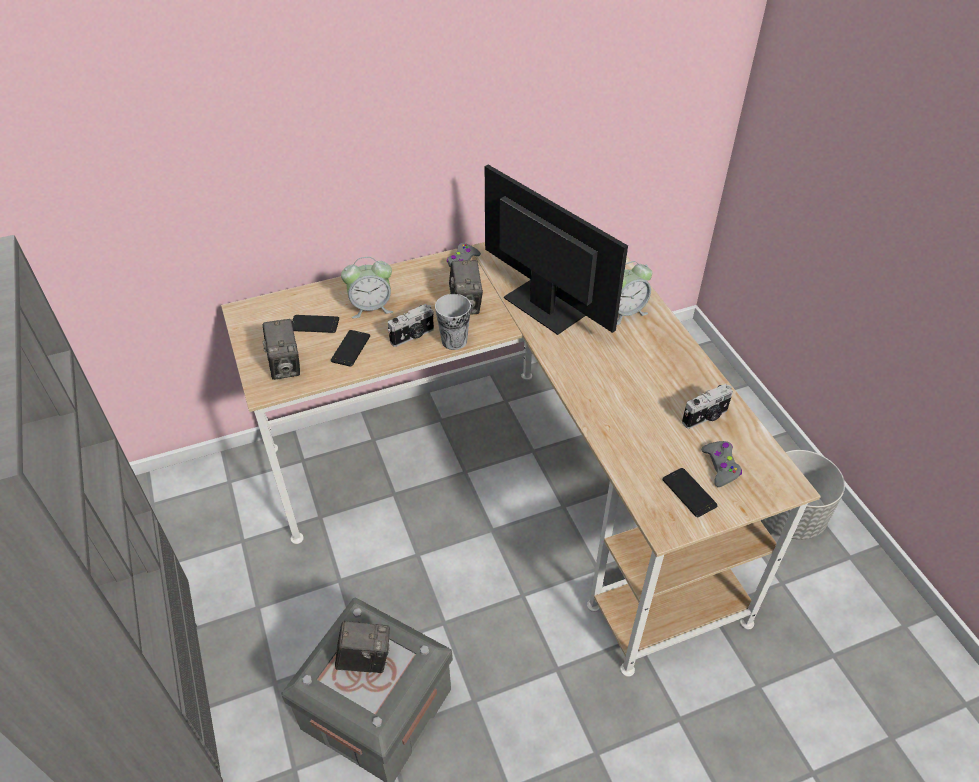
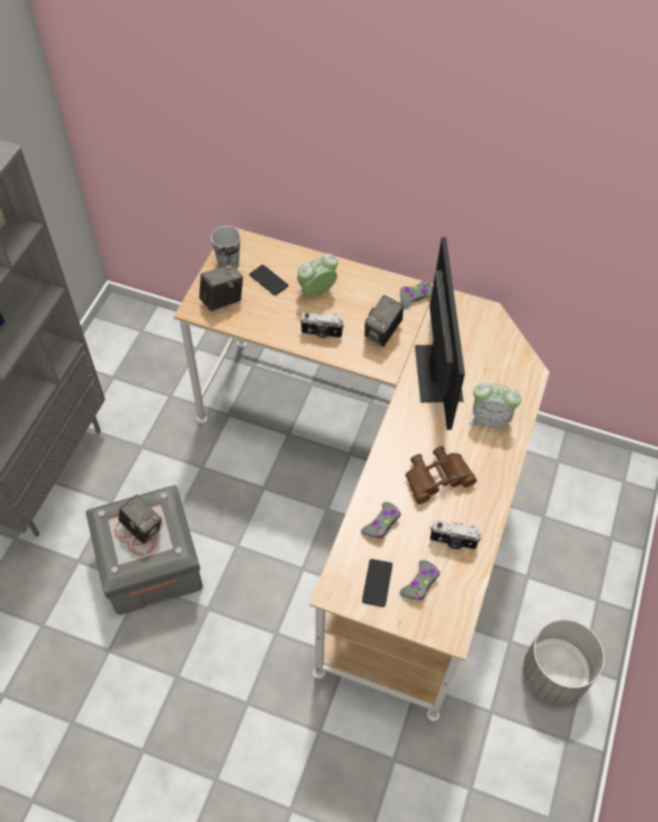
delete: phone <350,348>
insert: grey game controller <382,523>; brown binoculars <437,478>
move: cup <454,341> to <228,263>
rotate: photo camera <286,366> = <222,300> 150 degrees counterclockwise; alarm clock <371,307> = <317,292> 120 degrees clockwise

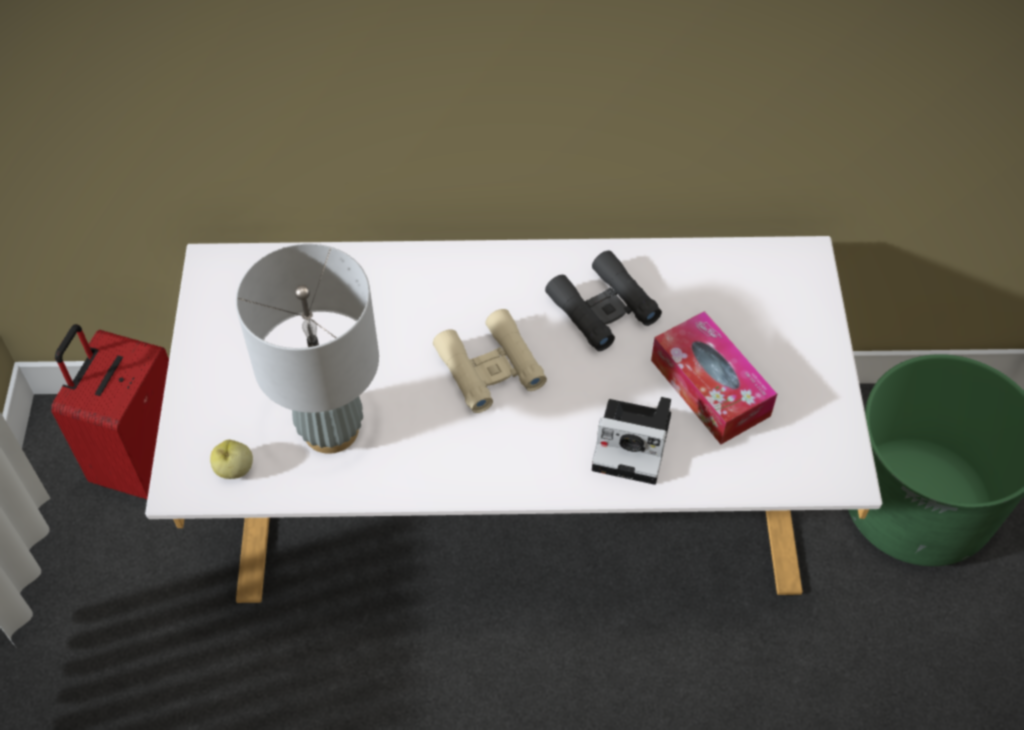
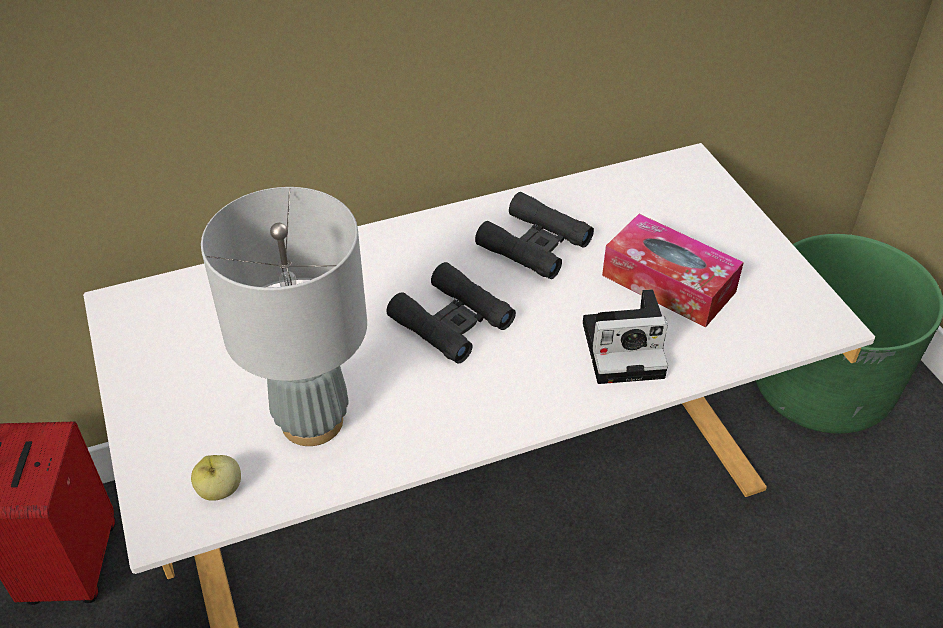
recolor: beige binoculars <490,368> to black binoculars <451,321>

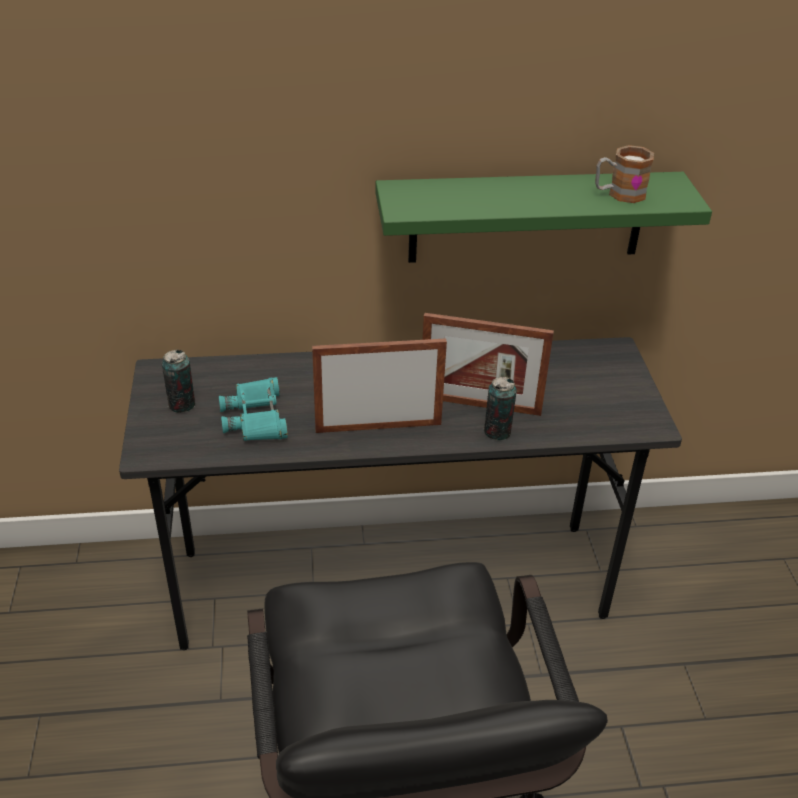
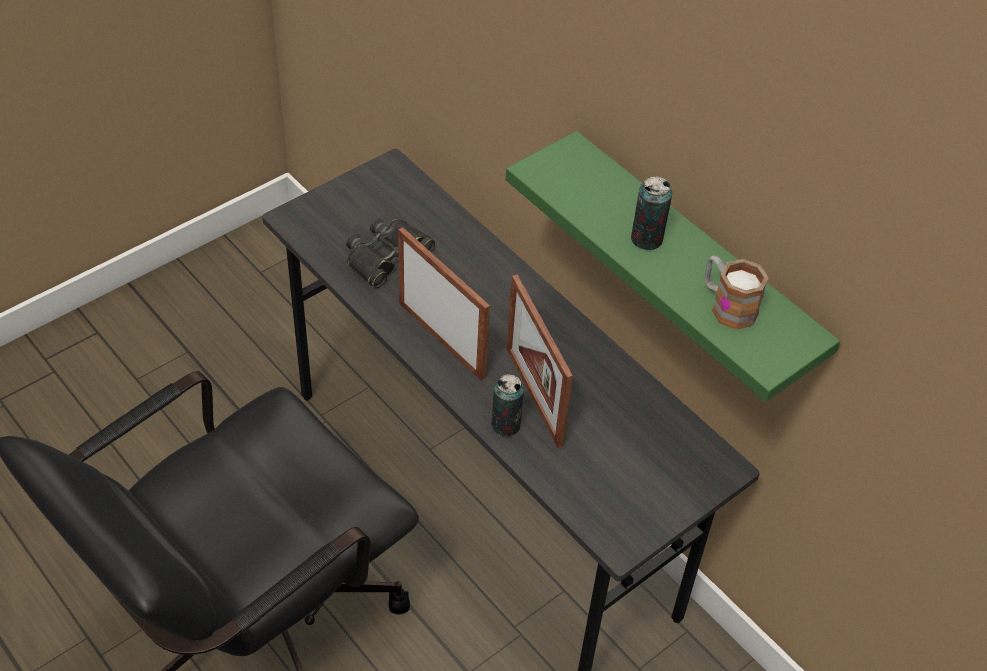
move: can <181,404> to <646,239>
recolor: turquoise binoculars <256,417> to black binoculars <386,256>

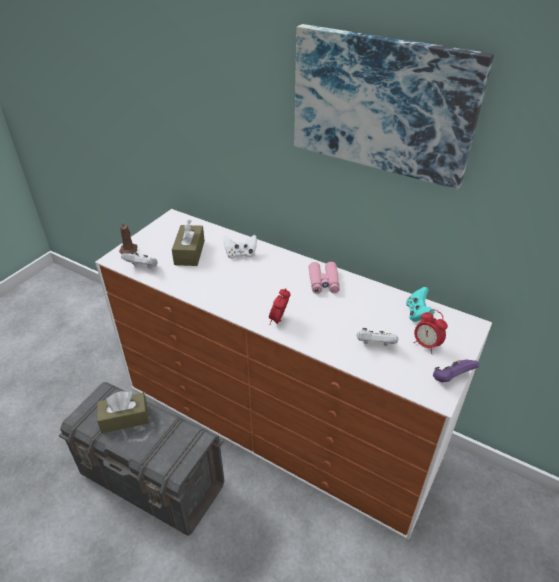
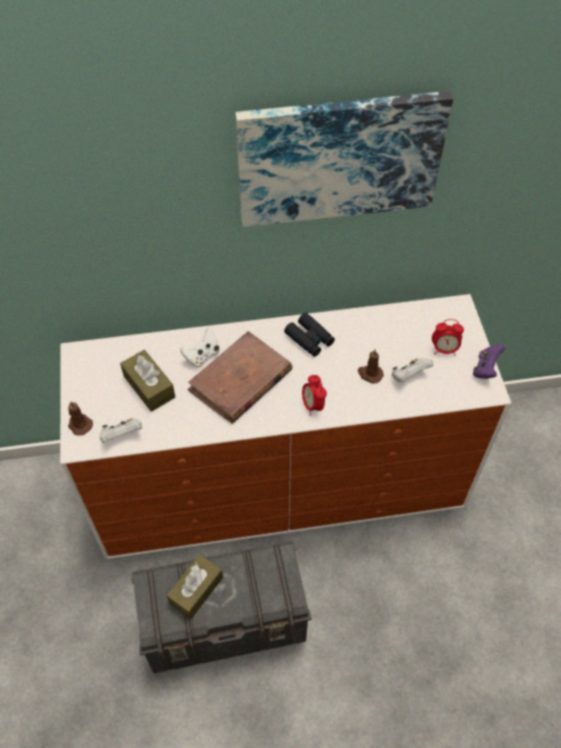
delete: turquoise game controller <417,313>
insert: brown book <240,381>; brown candle <370,374>
recolor: pink binoculars <323,282> to black binoculars <309,339>

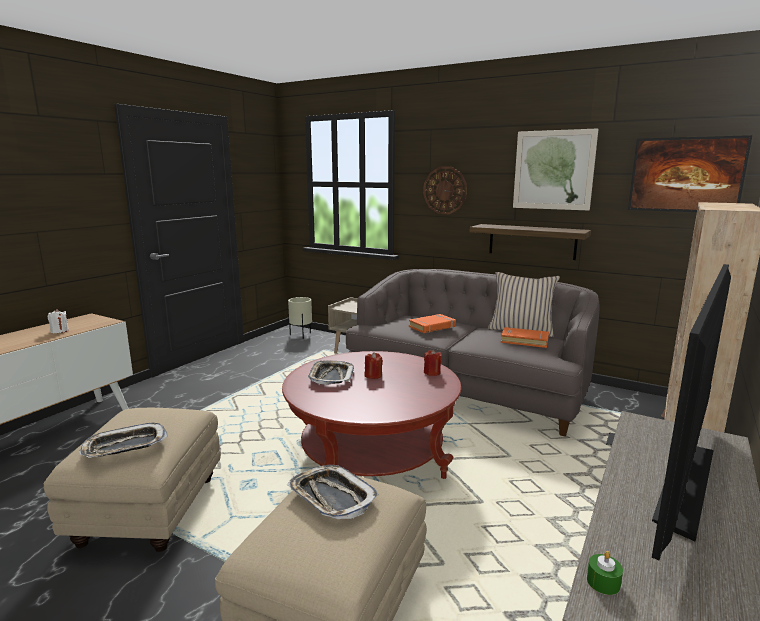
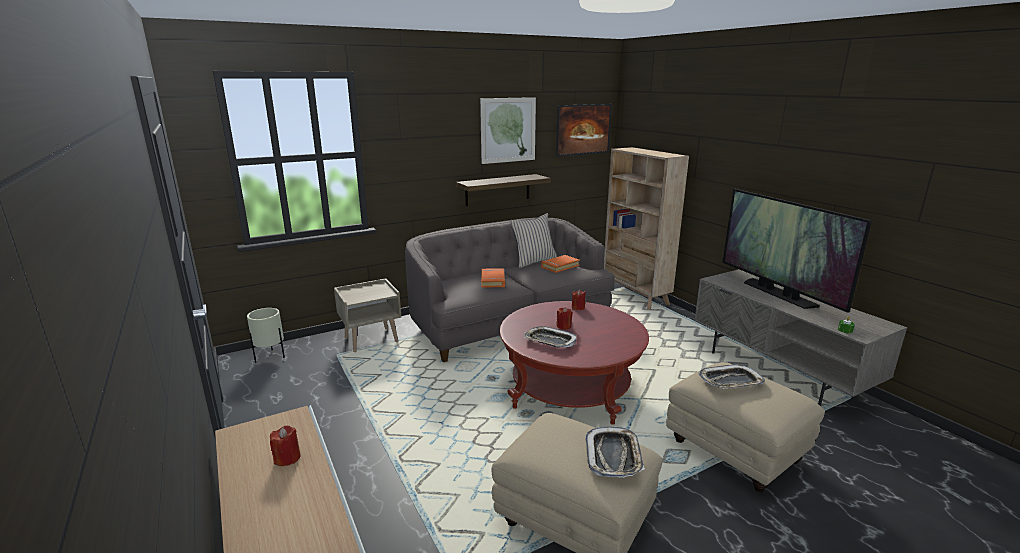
delete: wall clock <445,190>
recolor: white candle <59,331> to red candle <287,458>

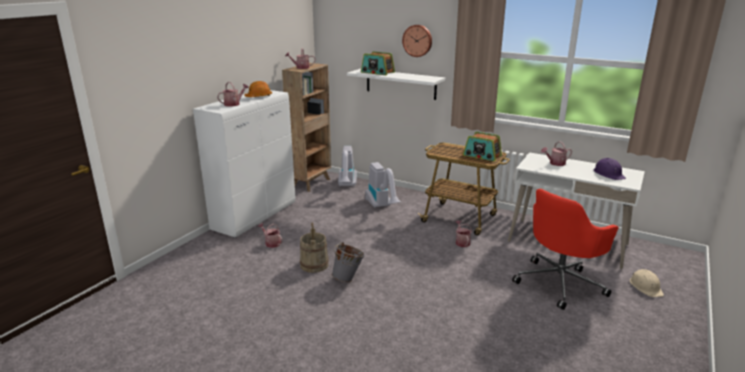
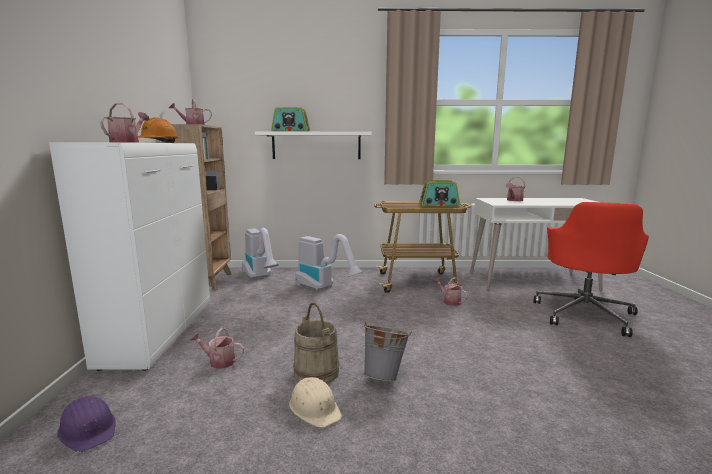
delete: wall clock <417,40>
move: purple hard hat <608,174> to <88,429>; beige hard hat <646,287> to <314,408>

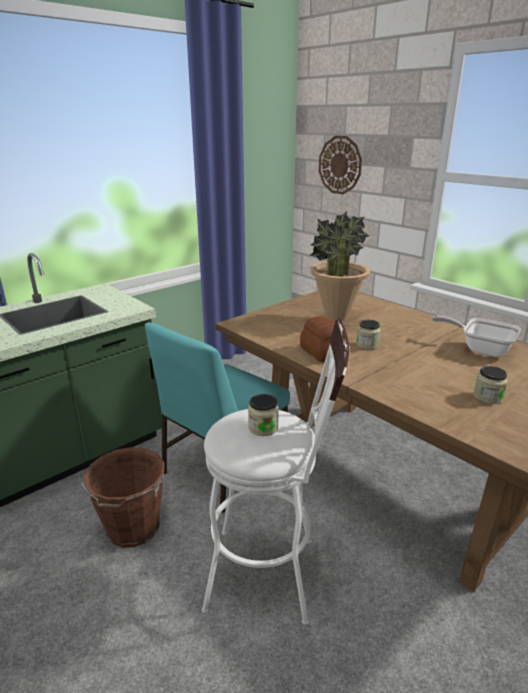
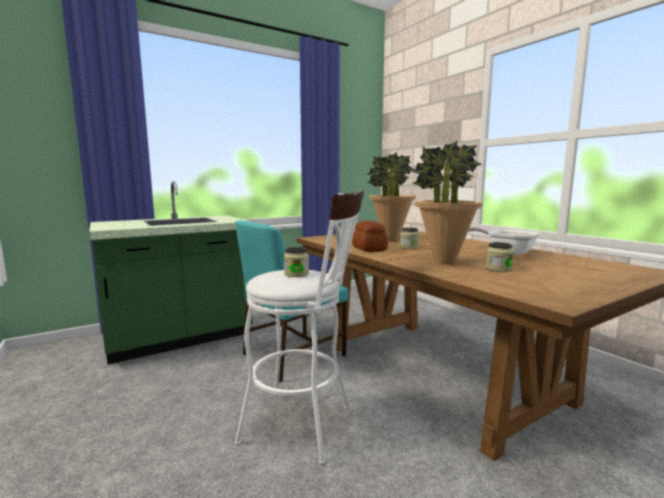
delete: brown bucket <132,529>; wall clock <340,165>
insert: potted plant <444,262>

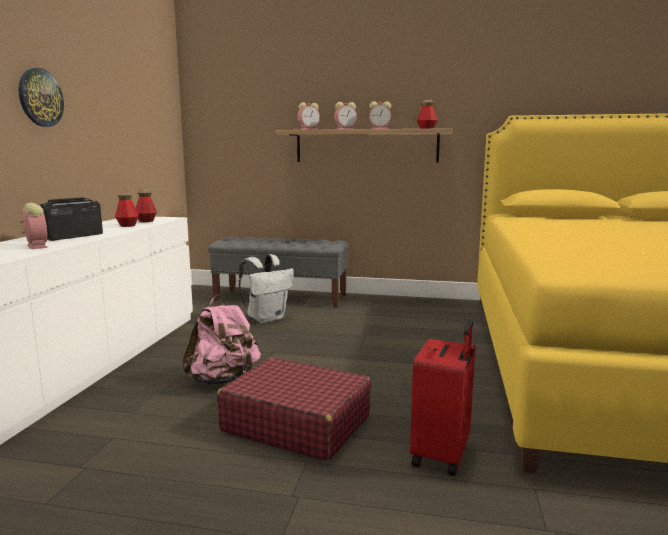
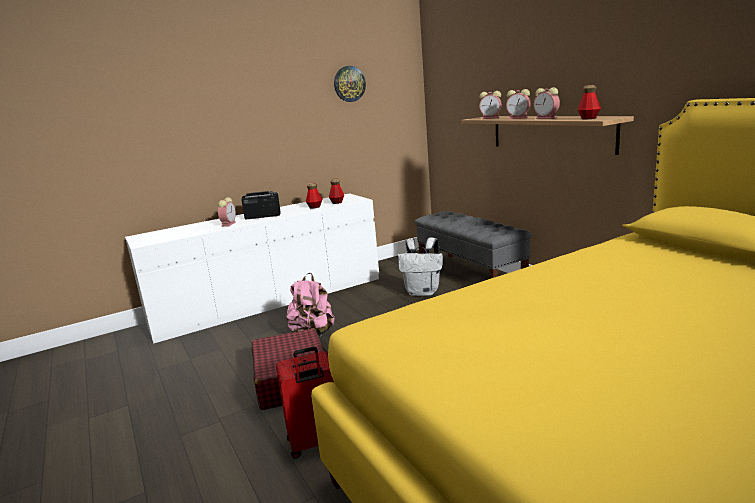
move: wall clock <40,97> to <349,84>

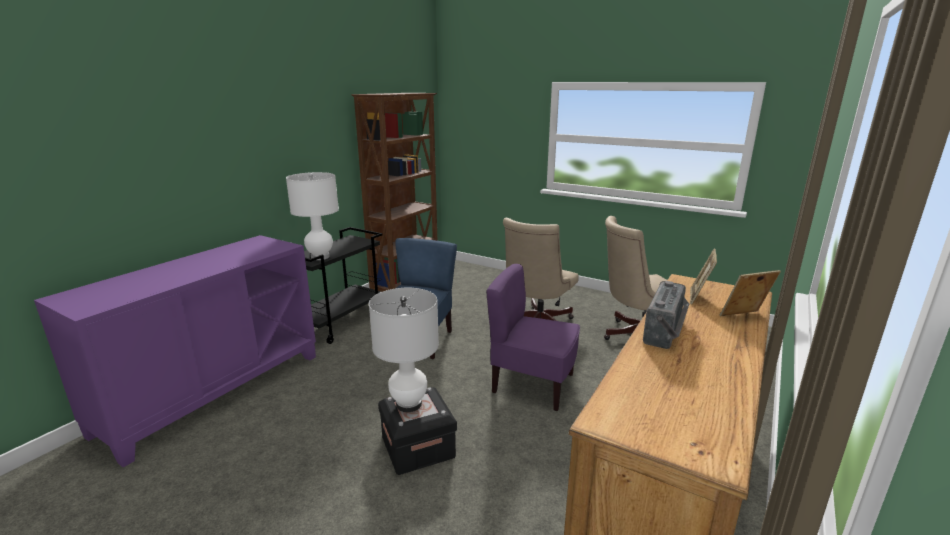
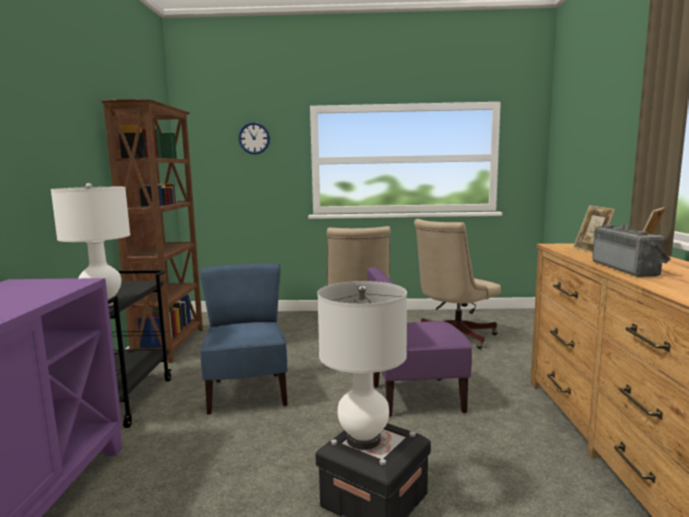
insert: wall clock <254,138>

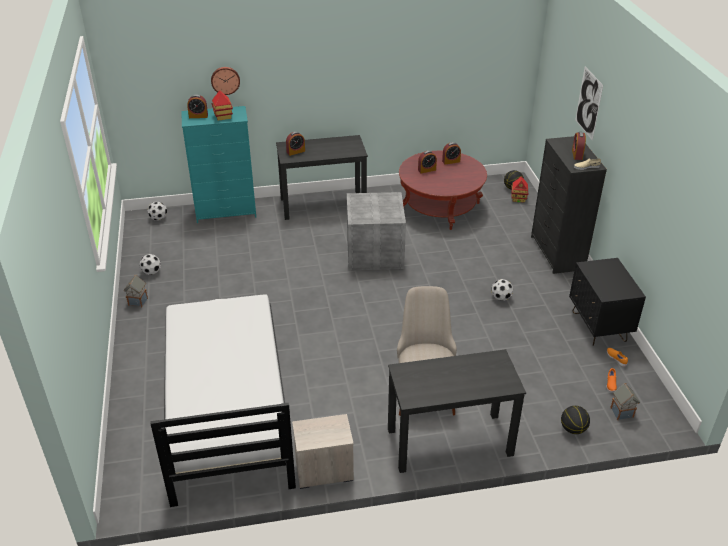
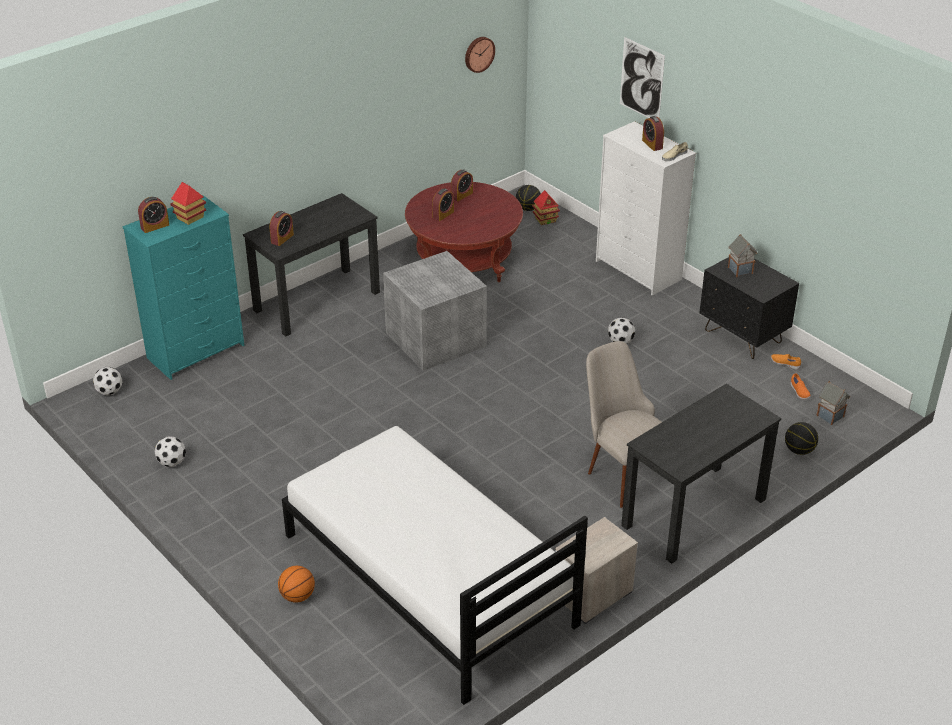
insert: basketball <297,596>
move: toy house <138,301> to <740,270>; wall clock <225,80> to <478,54>
recolor: black dresser <557,253> to white dresser <639,270>

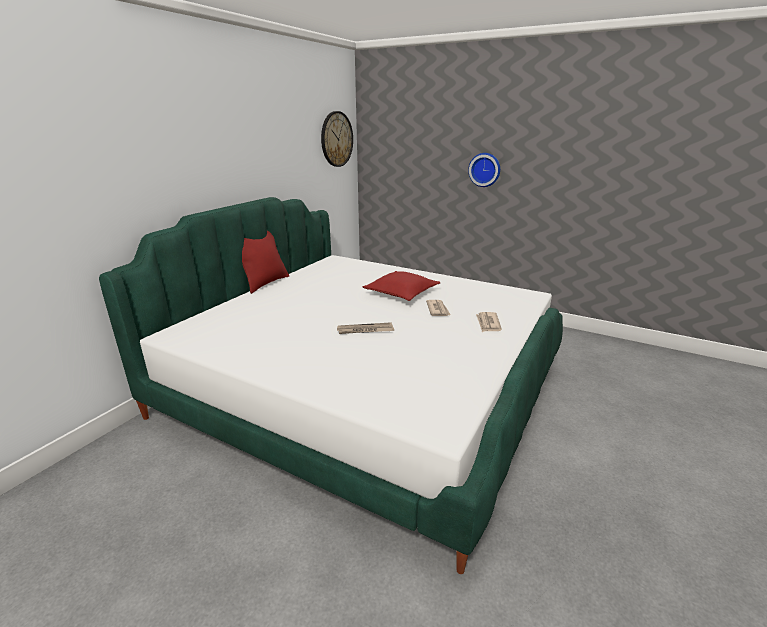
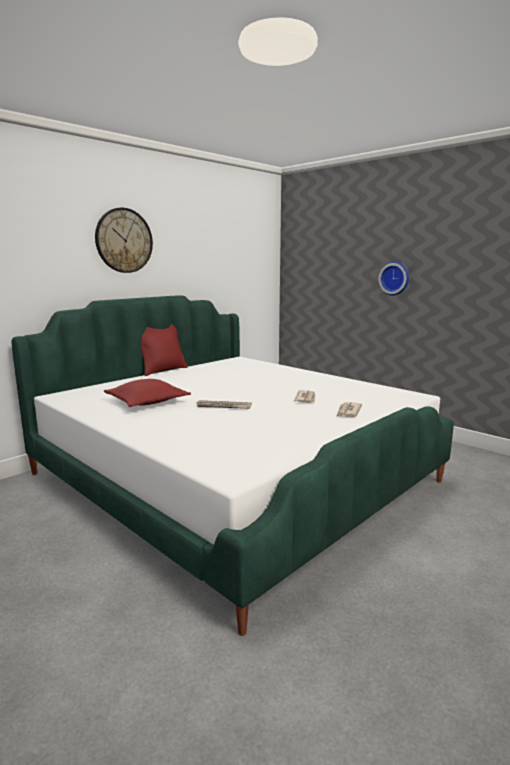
move: wall clock <336,139> to <124,240>; red pillow <401,293> to <147,402>

